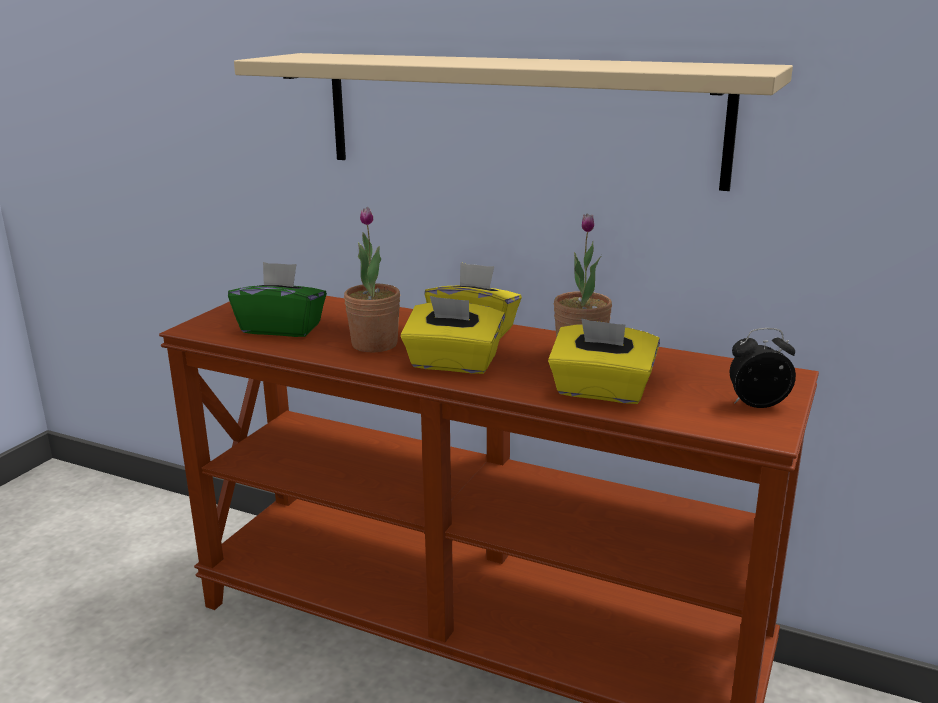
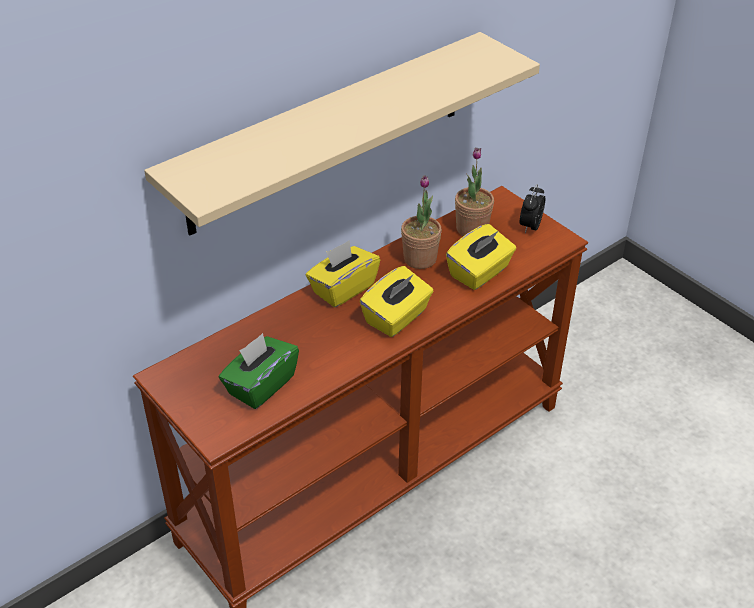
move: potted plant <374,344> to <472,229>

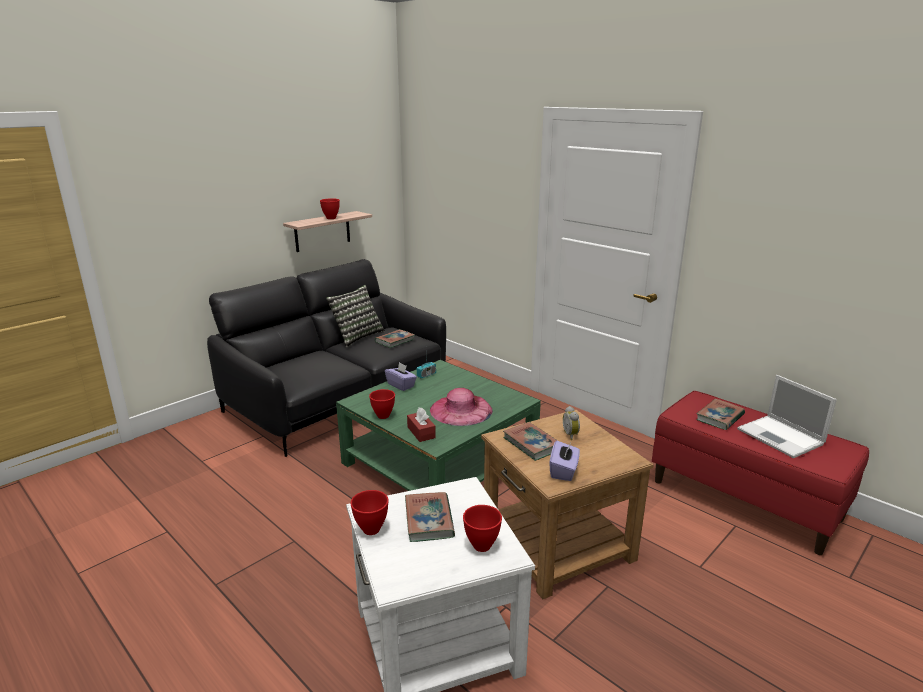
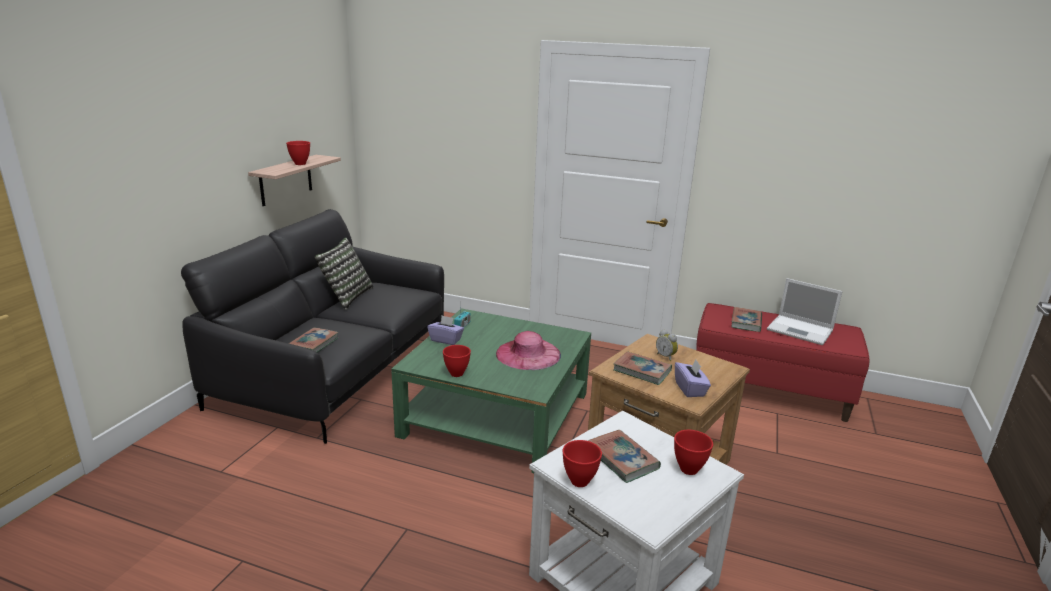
delete: red tissue box <421,432>
move: book <395,341> to <313,344>

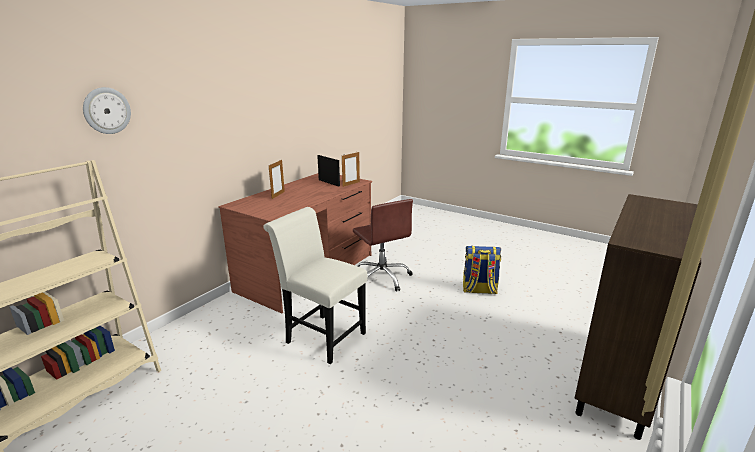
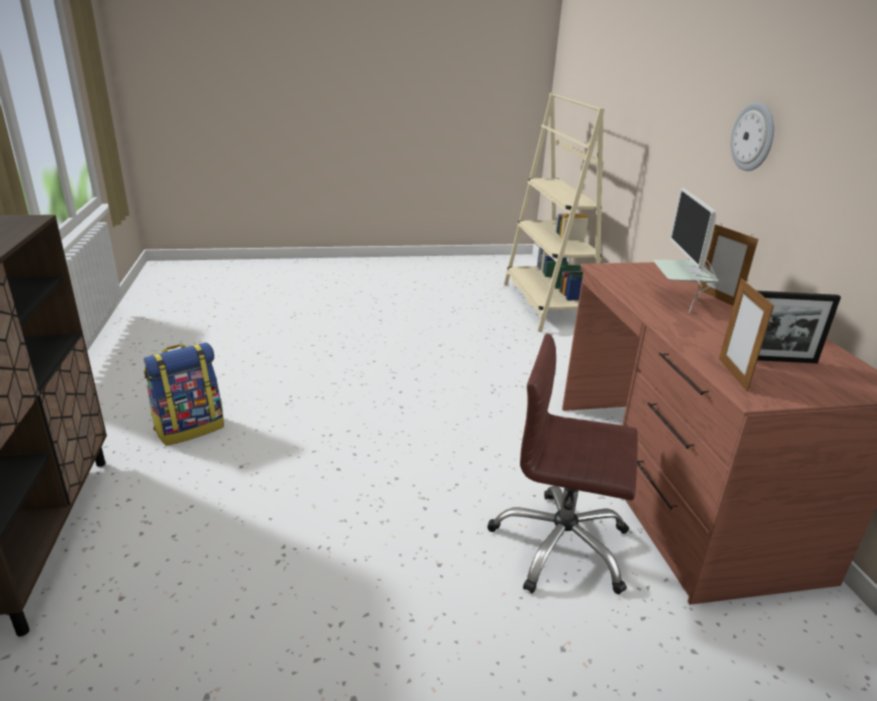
delete: white chair <321,336>
insert: monitor <680,301>
move: wall clock <106,110> to <753,137>; backpack <479,290> to <190,428>

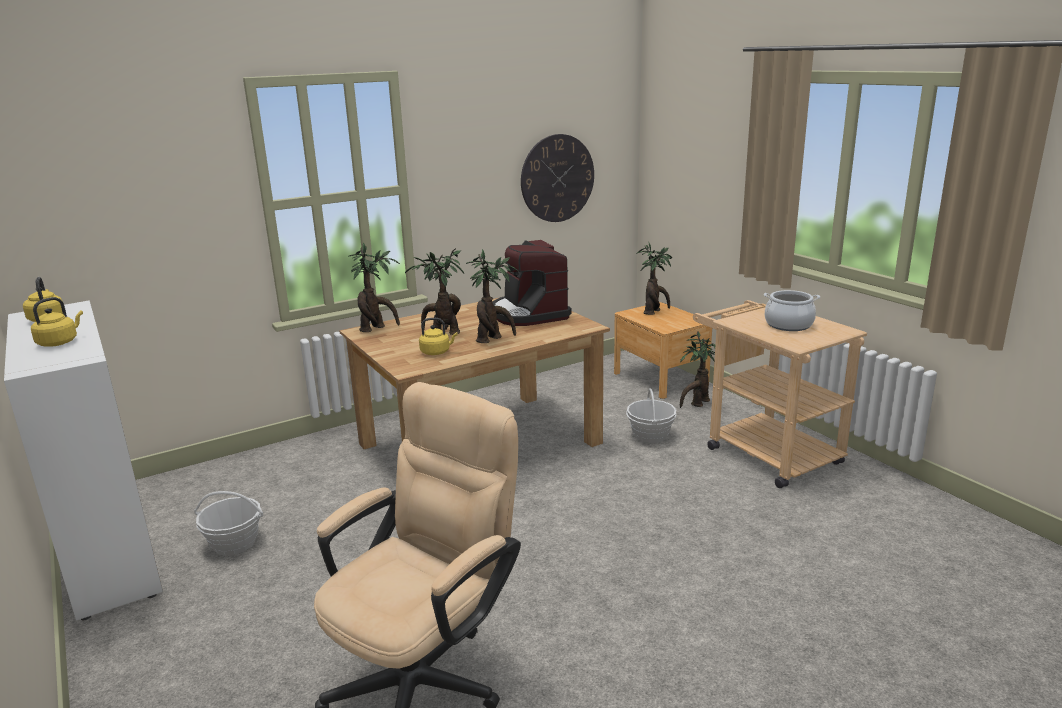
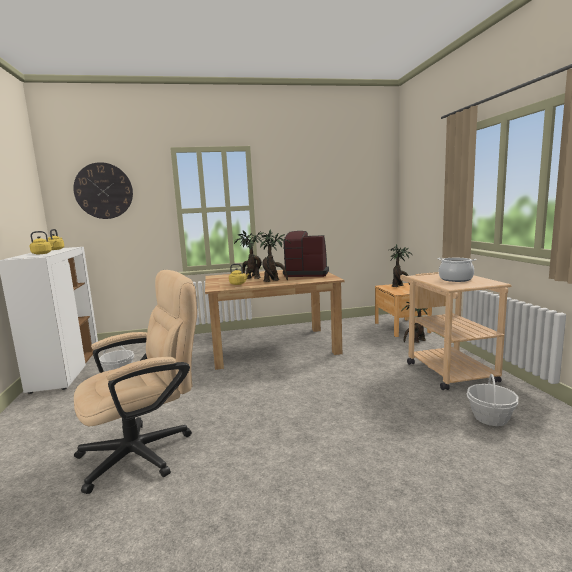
delete: potted plant <376,329>
move: wall clock <557,178> to <103,191>; basket <650,435> to <490,418>
rotate: coffee machine <529,314> = <306,273> 105 degrees clockwise

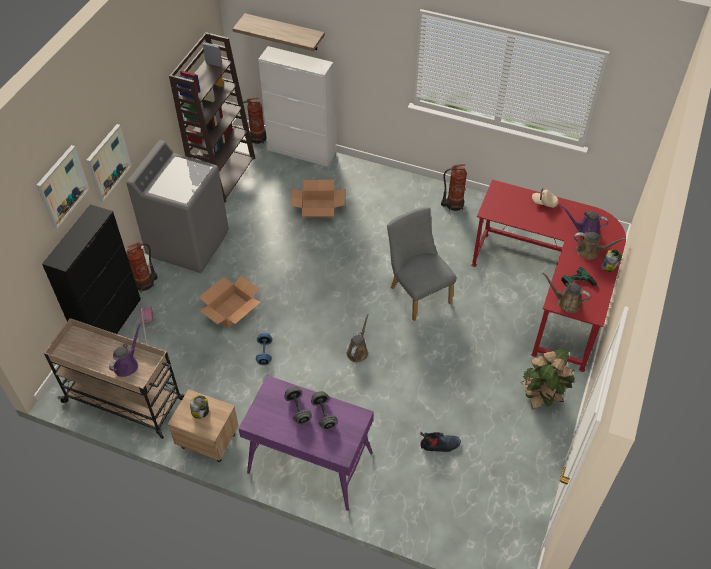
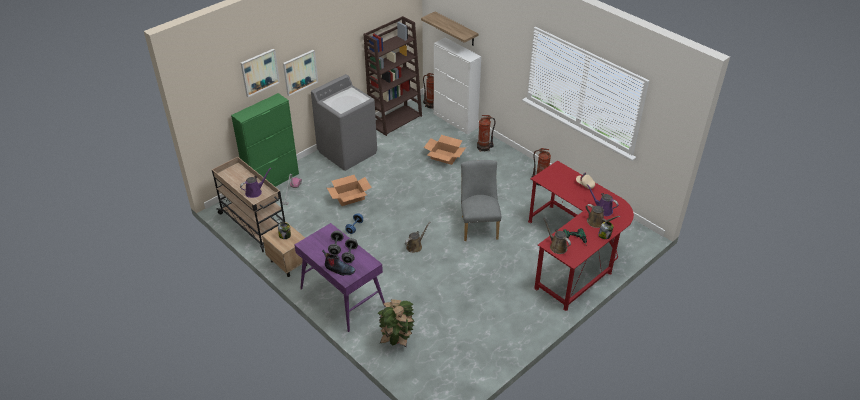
move: fire extinguisher <145,283> to <484,147>; boot <439,445> to <339,269>; potted plant <542,397> to <397,340>
recolor: black cabinet <111,323> to green cabinet <273,181>

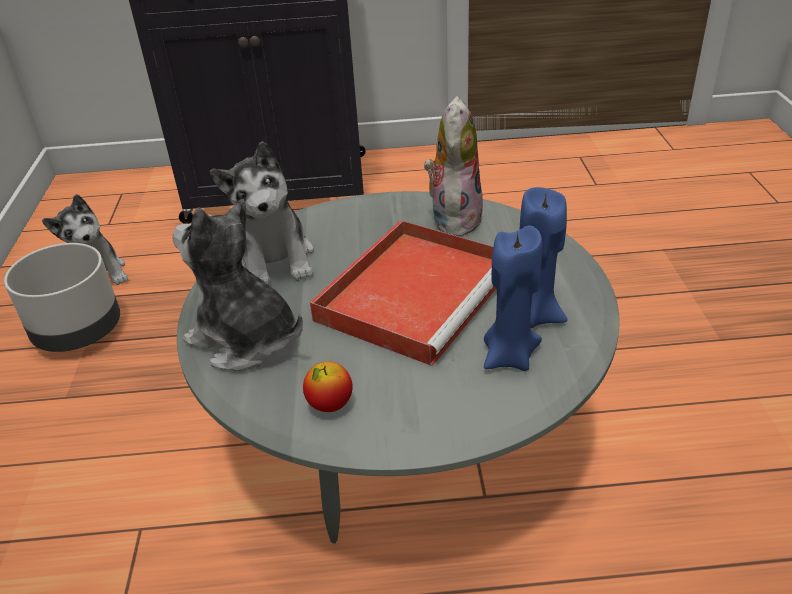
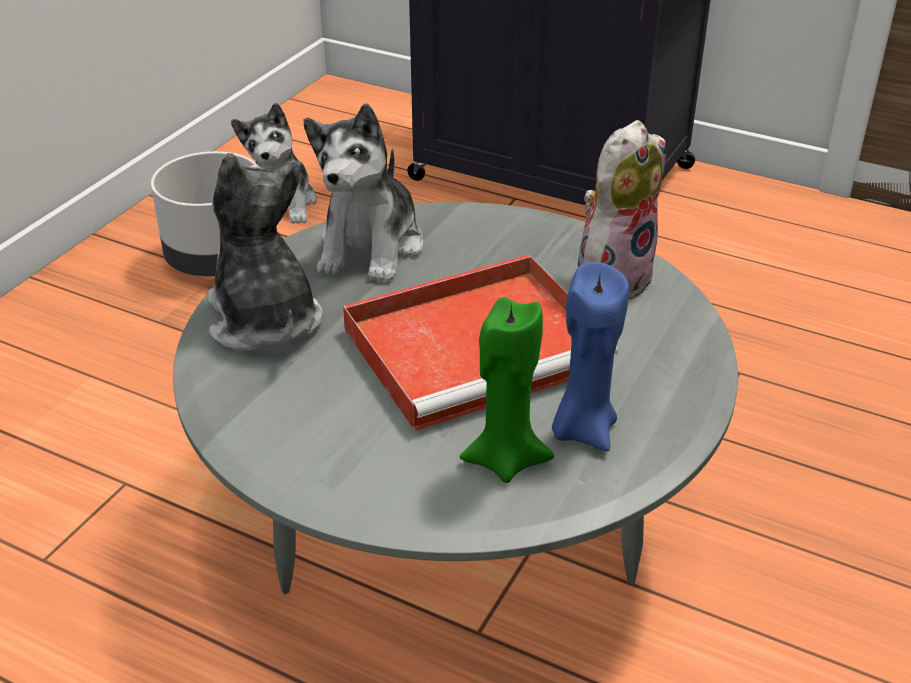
delete: apple <330,405>
recolor: blue candle <509,356> to green candle <505,459>

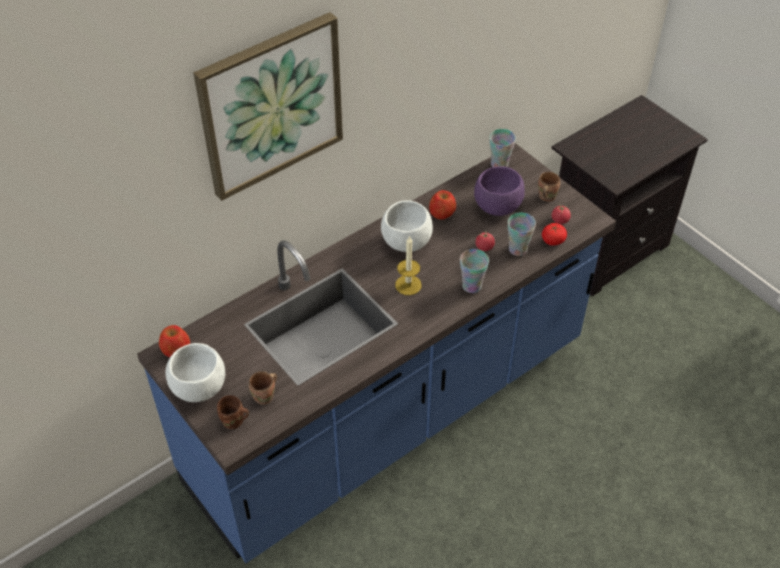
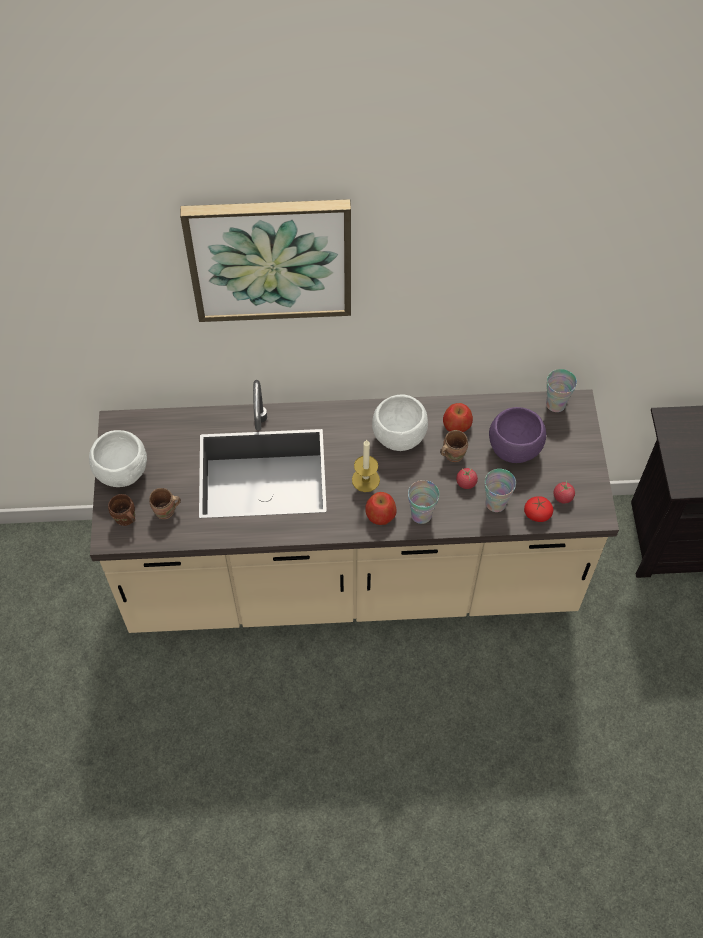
move: apple <176,349> to <380,514>; brown mug <545,196> to <452,454>
recolor: blue counter <390,414> to beige counter <351,576>

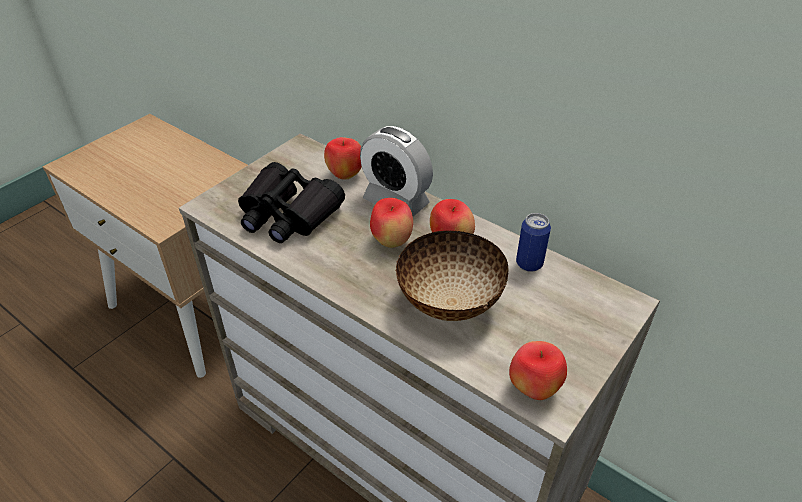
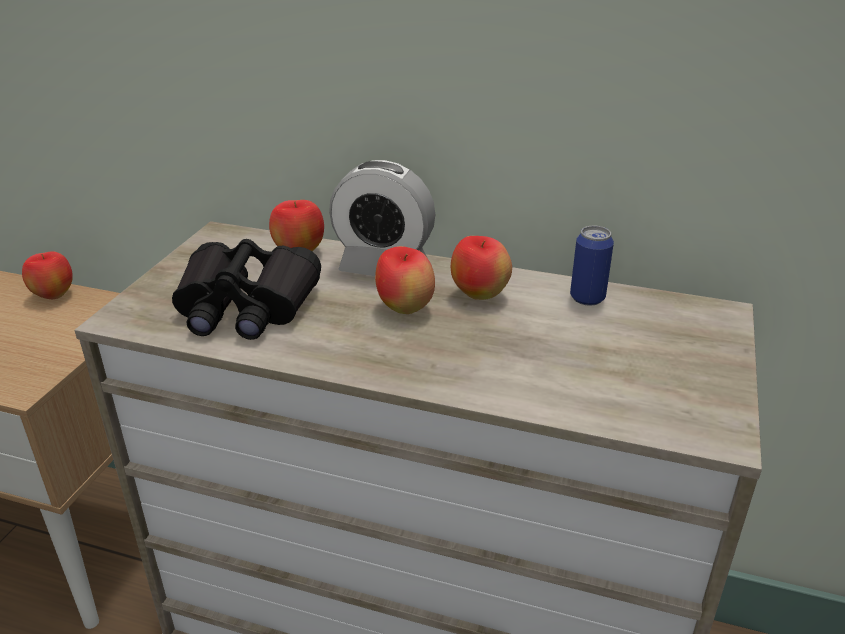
delete: bowl <448,302>
move: apple <533,388> to <54,296>

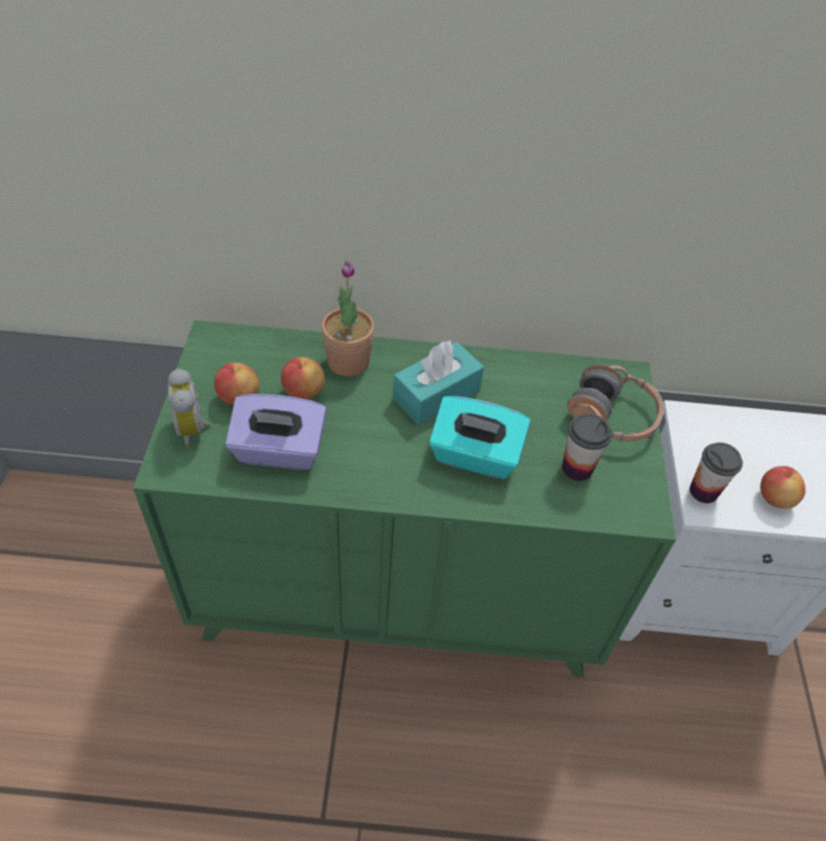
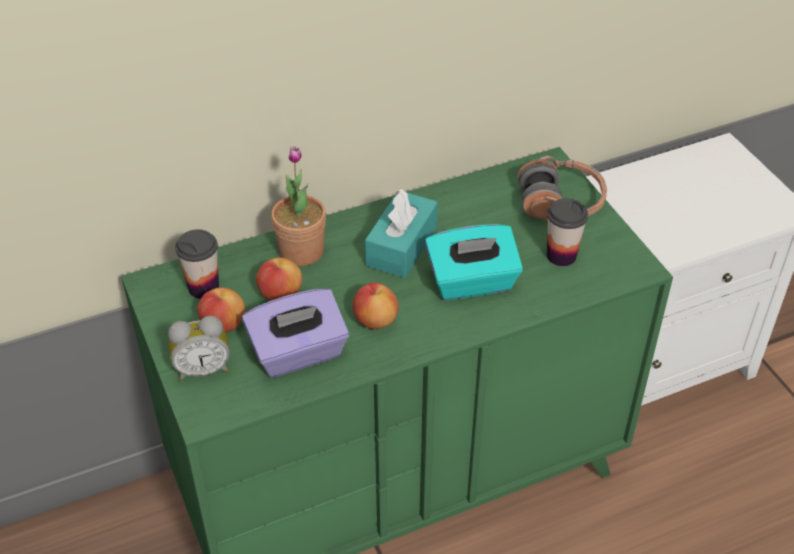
move: cup <703,491> to <203,287>; apple <774,498> to <375,320>
rotate: alarm clock <194,428> = <203,369> 60 degrees counterclockwise

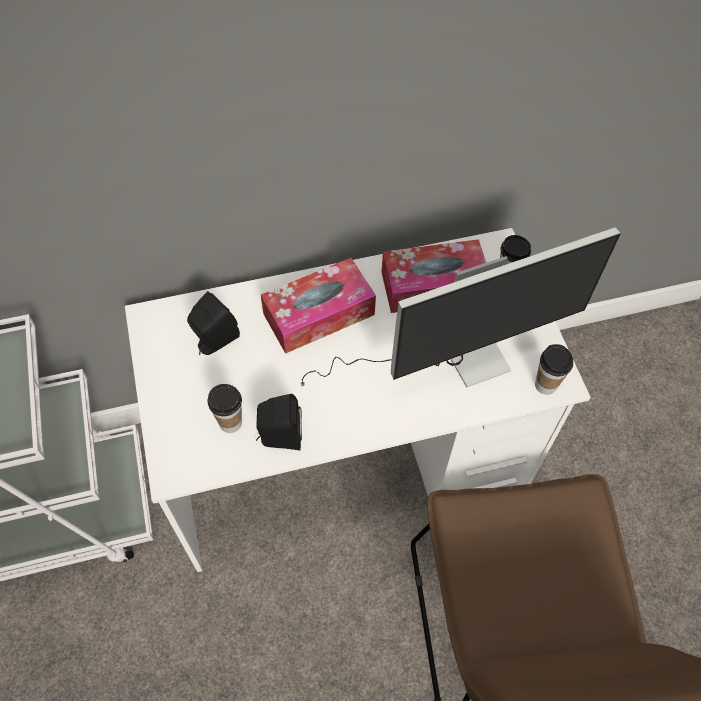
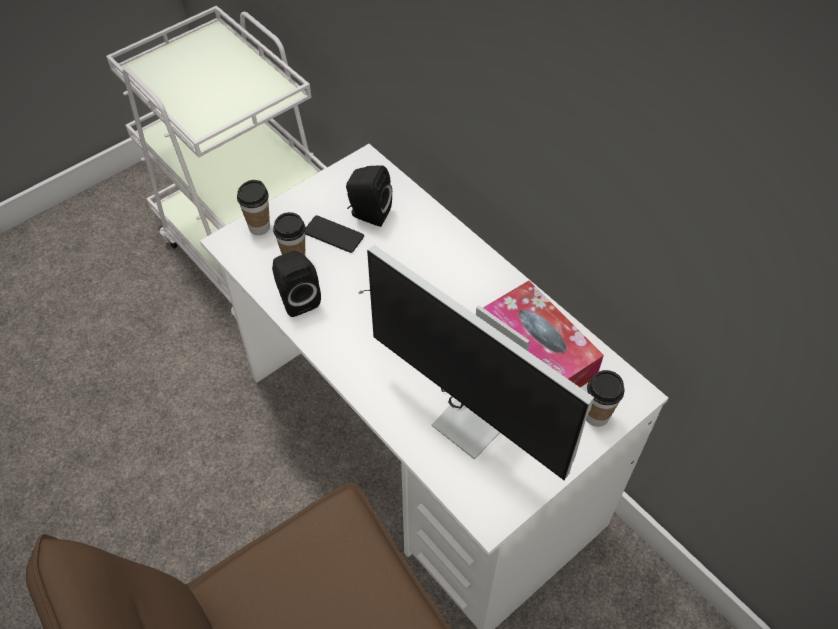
delete: tissue box <319,314>
insert: phone <333,234>
move: cup <545,385> to <259,227>

